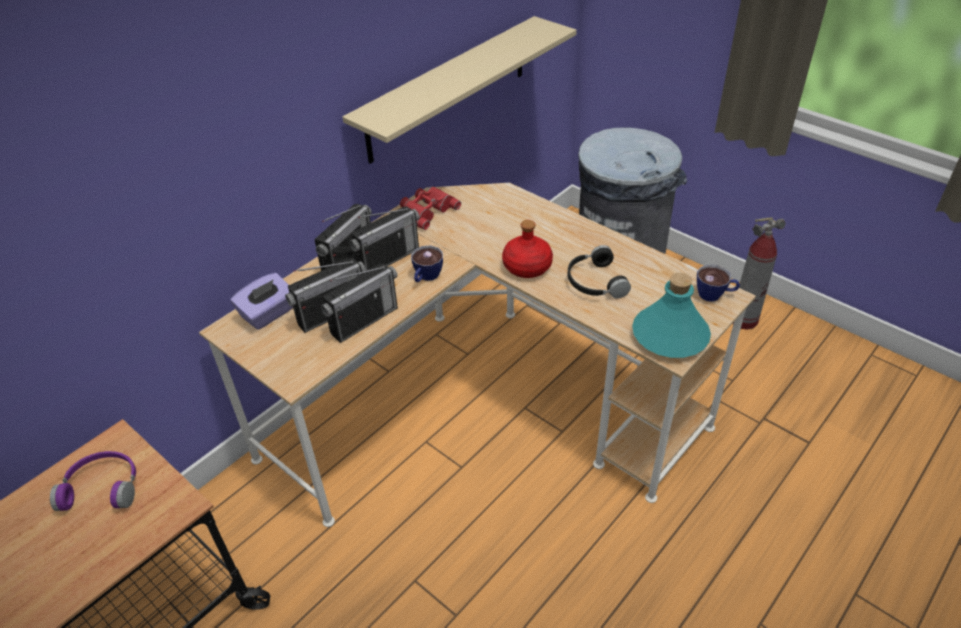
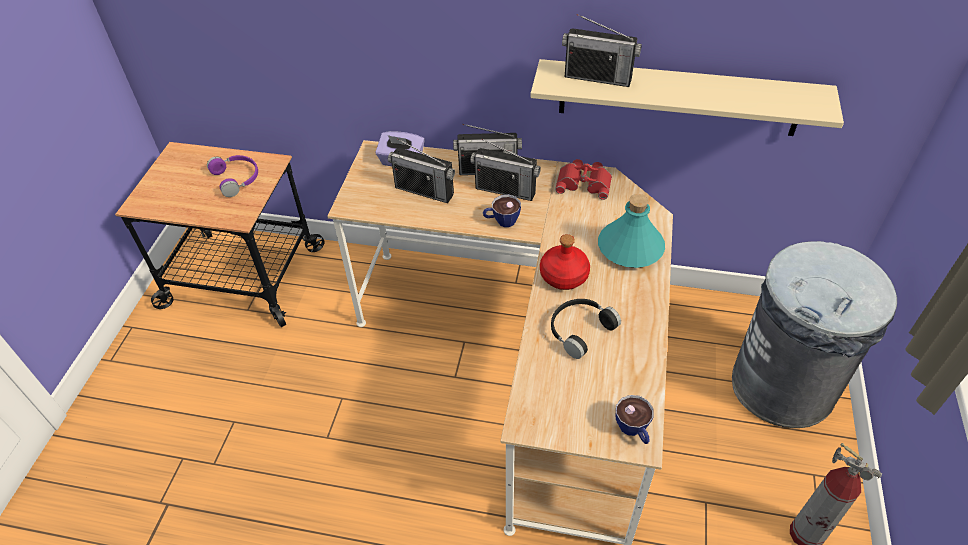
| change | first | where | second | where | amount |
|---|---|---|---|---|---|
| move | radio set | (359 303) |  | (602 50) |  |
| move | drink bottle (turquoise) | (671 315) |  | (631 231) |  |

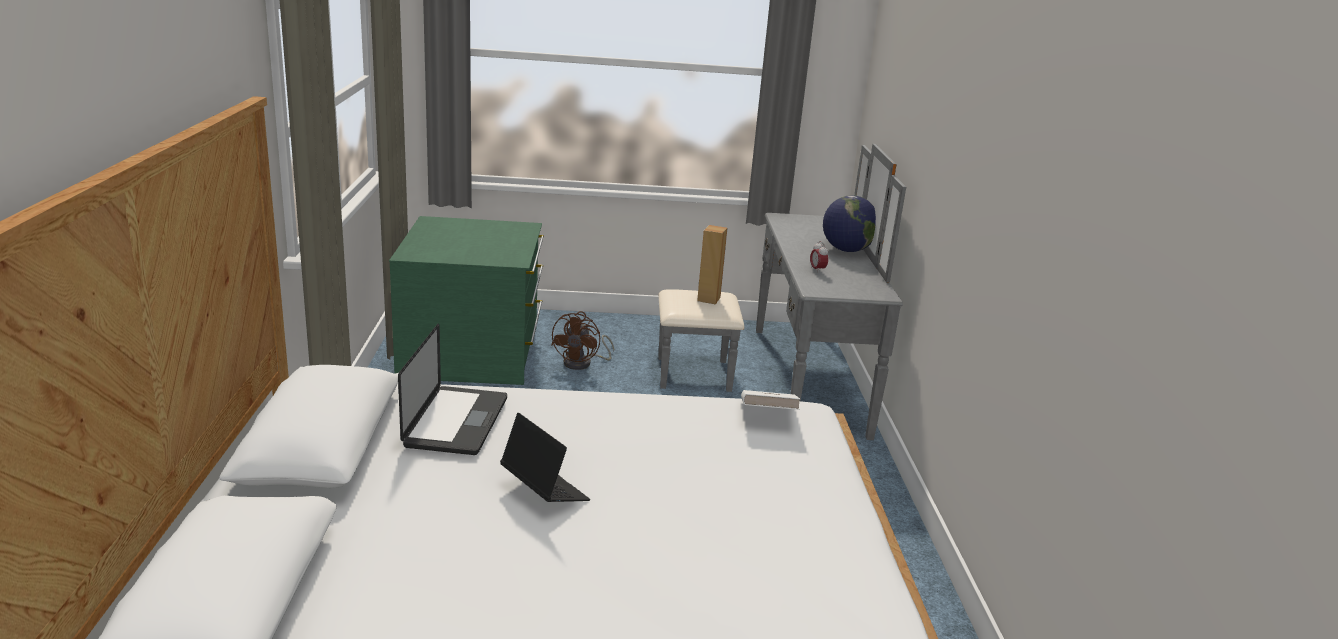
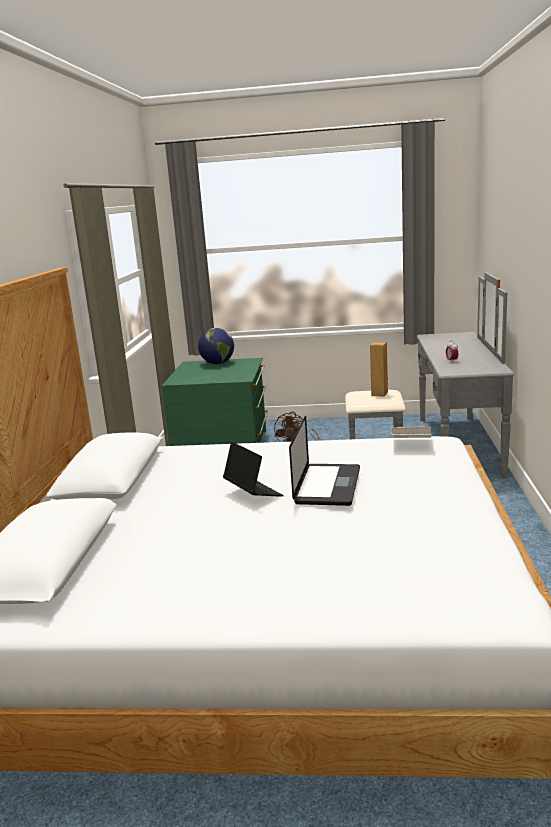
| change | first | where | second | where | amount |
|---|---|---|---|---|---|
| move | world globe | (849 223) |  | (216 346) |  |
| move | laptop | (452 389) |  | (324 461) |  |

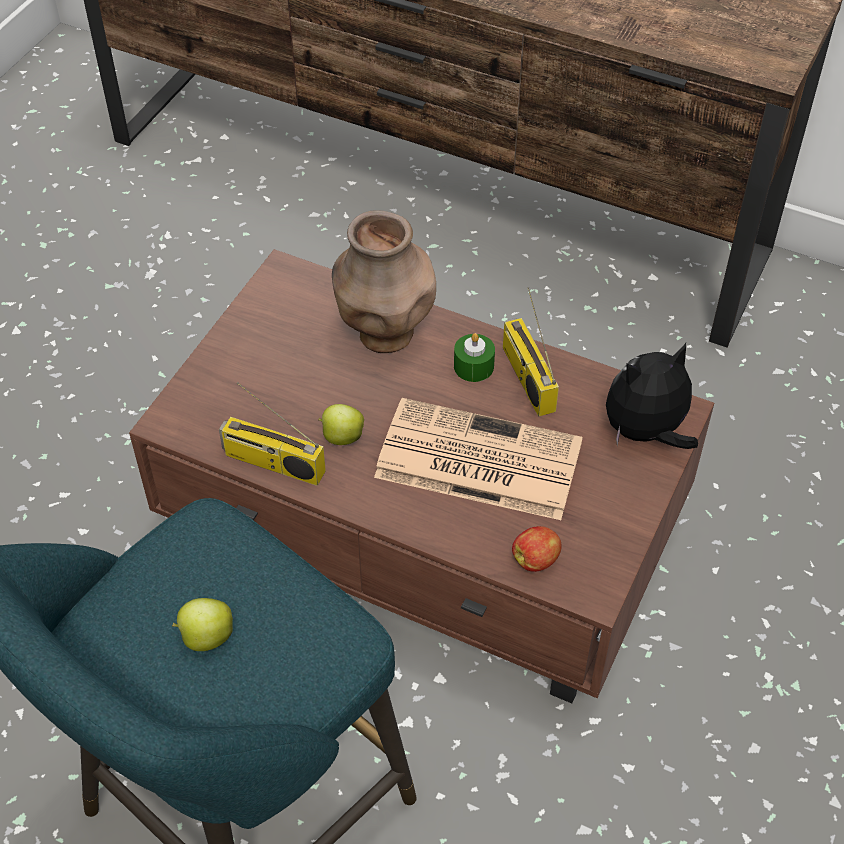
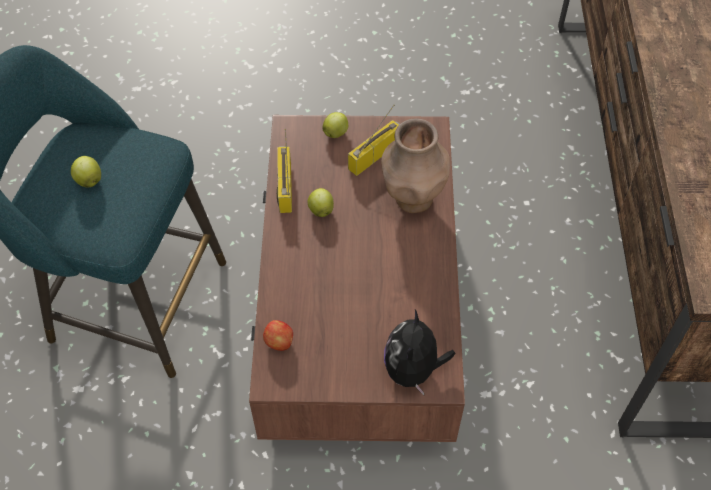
| change | first | where | second | where | amount |
|---|---|---|---|---|---|
| insert |  |  | apple | (335 125) |  |
| move | radio set | (531 352) |  | (373 140) |  |
| rotate | plush toy | (652 396) |  | (420 352) | 120 degrees counterclockwise |
| delete | daily paper | (478 459) |  |  |  |
| delete | wax light (greenish) | (474 357) |  |  |  |

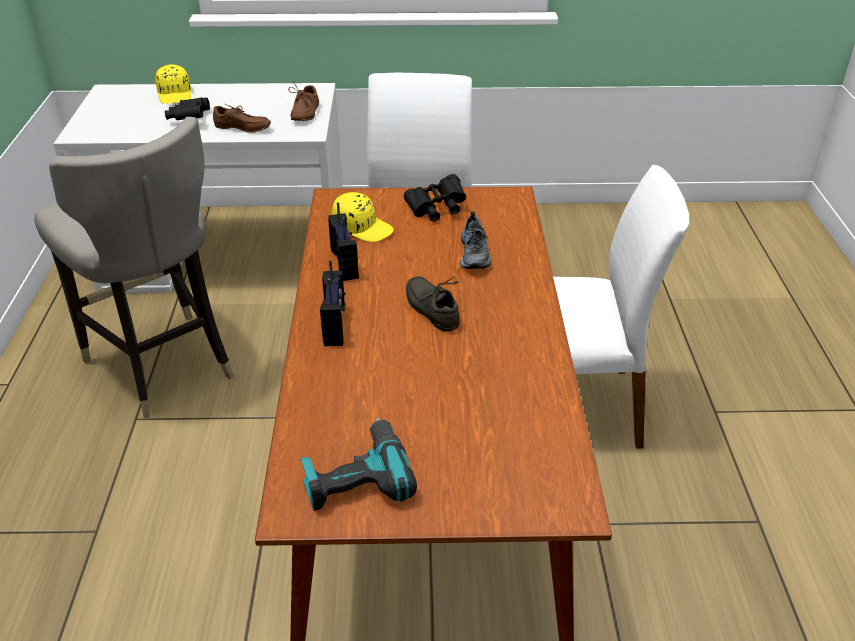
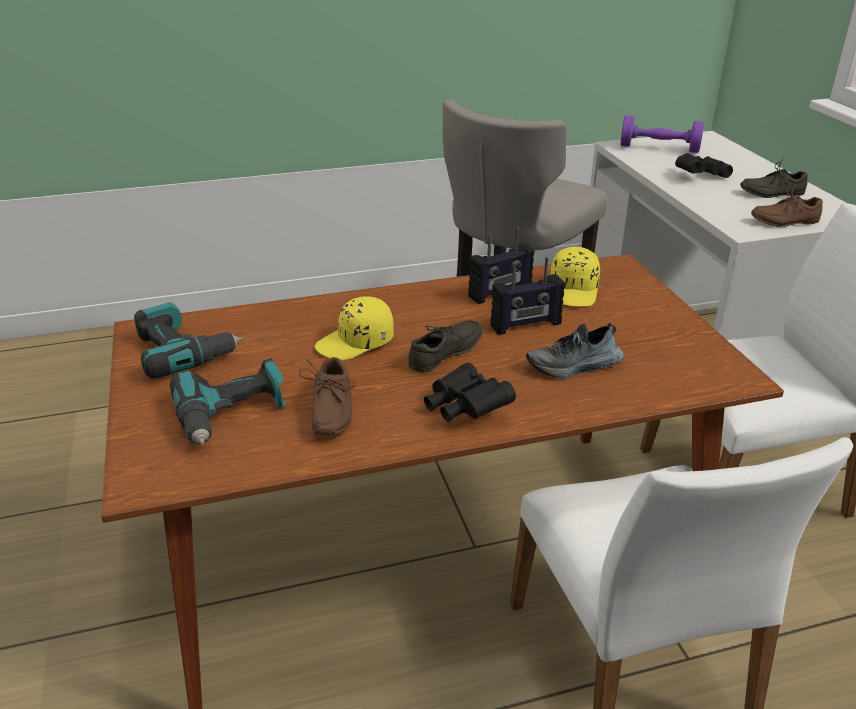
| change | first | where | second | where | amount |
|---|---|---|---|---|---|
| insert |  |  | electric drill | (228 401) |  |
| move | low shoe (brown-coloured) | (242 118) |  | (327 396) |  |
| move | peaked cap (yellow-coloured) | (173 84) |  | (354 328) |  |
| move | field glasses (black) | (435 198) |  | (470 392) |  |
| move | radio set | (332 303) |  | (528 296) |  |
| insert |  |  | free weight (purple) | (662 134) |  |
| insert |  |  | low shoe (greyish) | (774 178) |  |

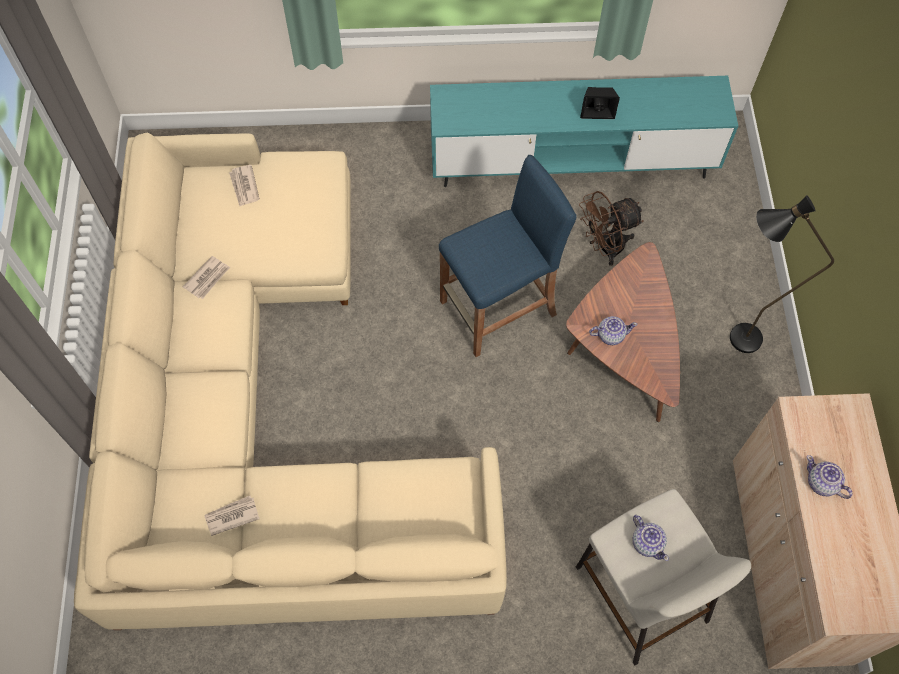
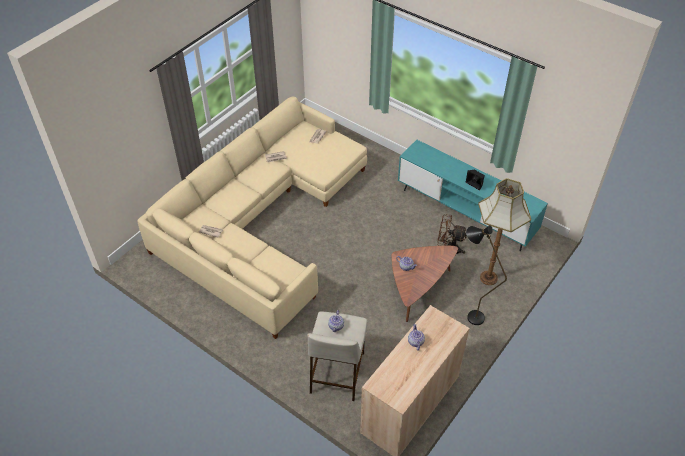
| change | first | where | second | where | amount |
|---|---|---|---|---|---|
| insert |  |  | floor lamp | (504 231) |  |
| delete | stool (bluish) | (508 256) |  |  |  |

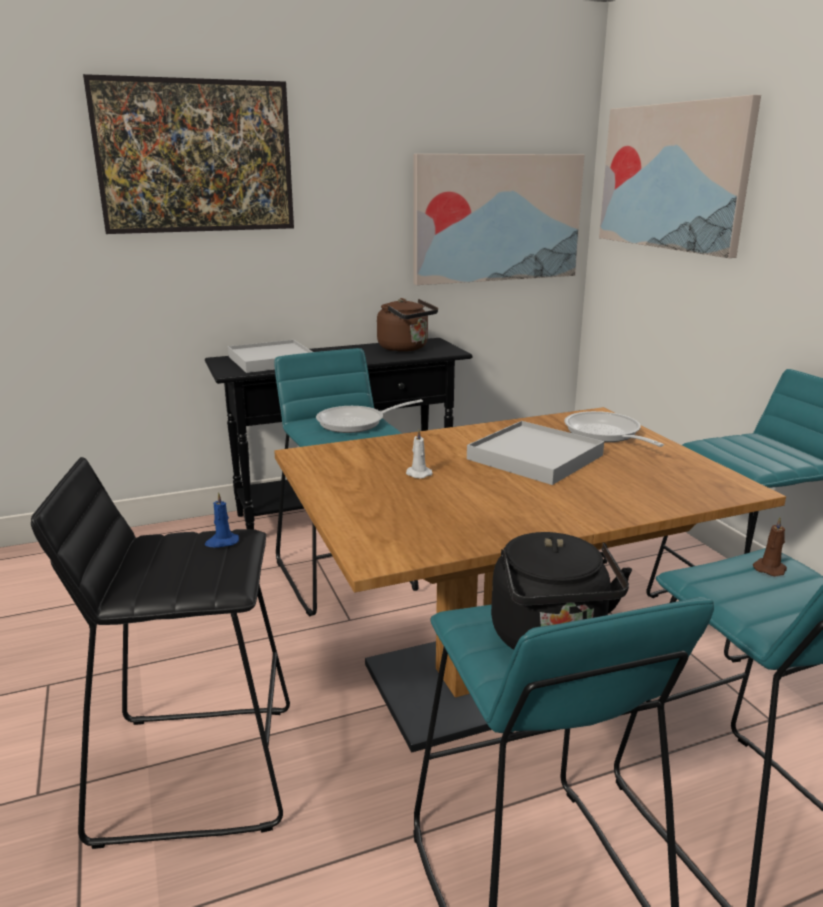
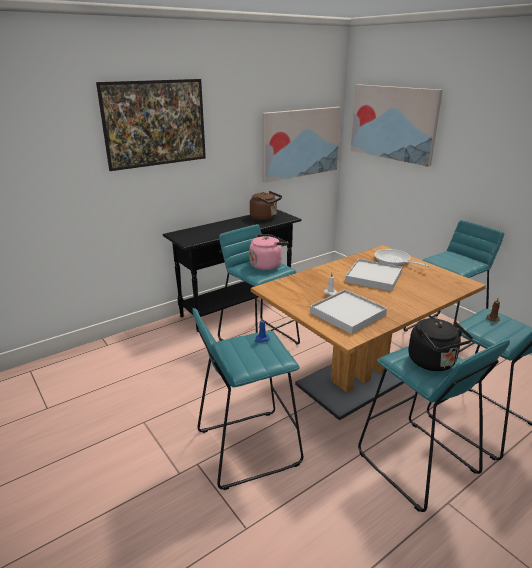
| change | first | where | second | where | amount |
|---|---|---|---|---|---|
| recolor | stool (black) | (160 653) | stool (turquoise) | (247 399) |  |
| replace | frying pan | (369 416) | water kettle (pinkish) | (268 252) |  |
| move | carrying tray (white) | (270 356) |  | (348 312) |  |

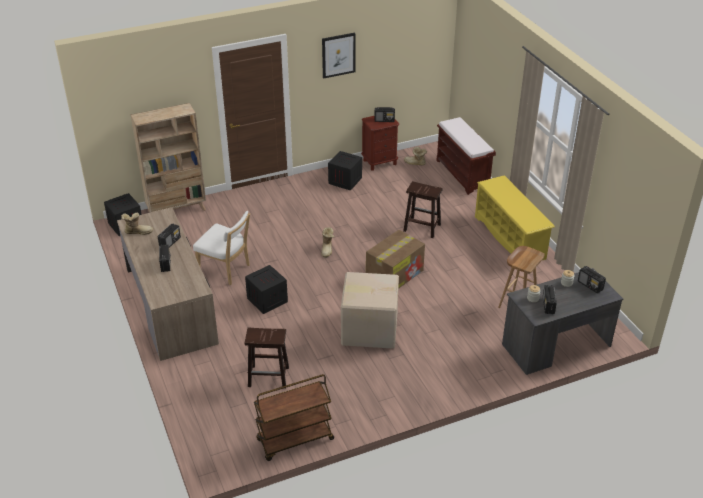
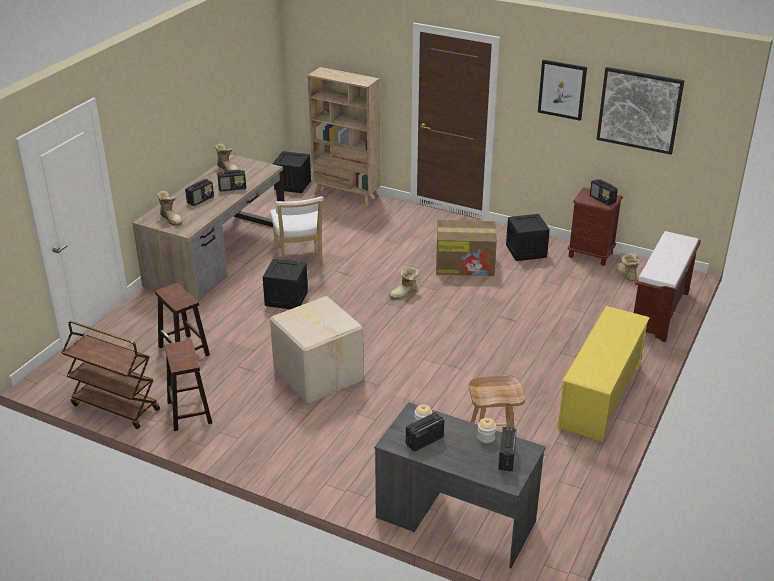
| change | first | where | second | where | amount |
|---|---|---|---|---|---|
| insert |  |  | high-top boot | (170 208) |  |
| move | stool (brown-coloured) | (423 209) |  | (188 385) |  |
| move | carton | (395 259) |  | (466 248) |  |
| insert |  |  | wall art | (640 111) |  |

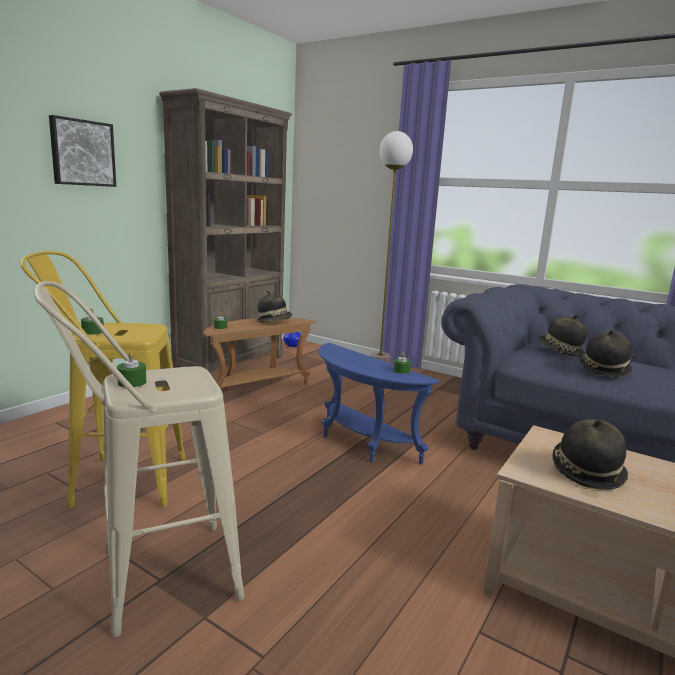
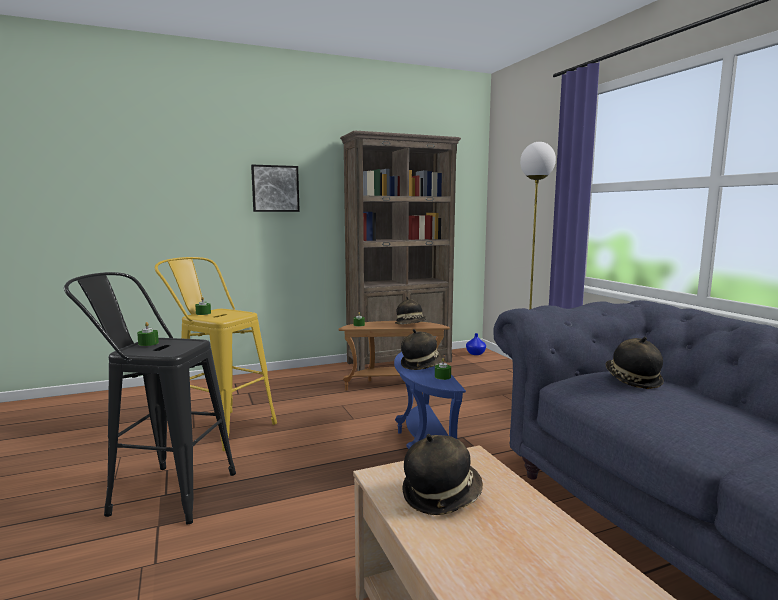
| change | first | where | second | where | amount |
|---|---|---|---|---|---|
| recolor | stool (beige-coloured) | (139 459) | stool (black) | (150 398) |  |
| move | clothing hat | (606 353) |  | (423 349) |  |

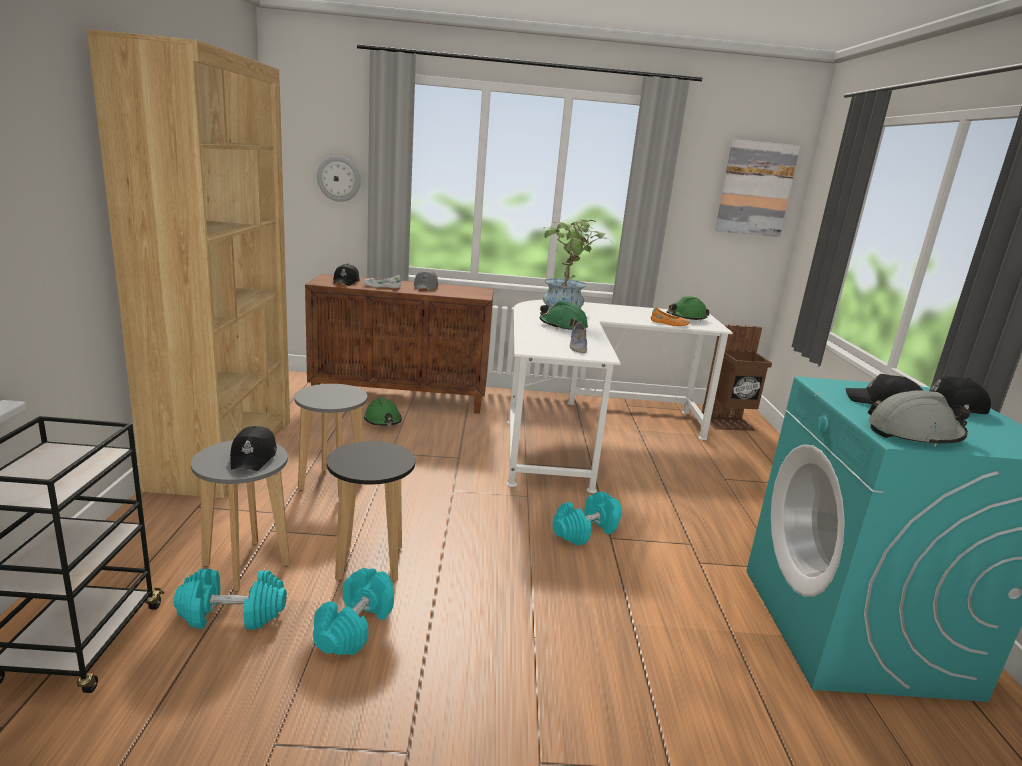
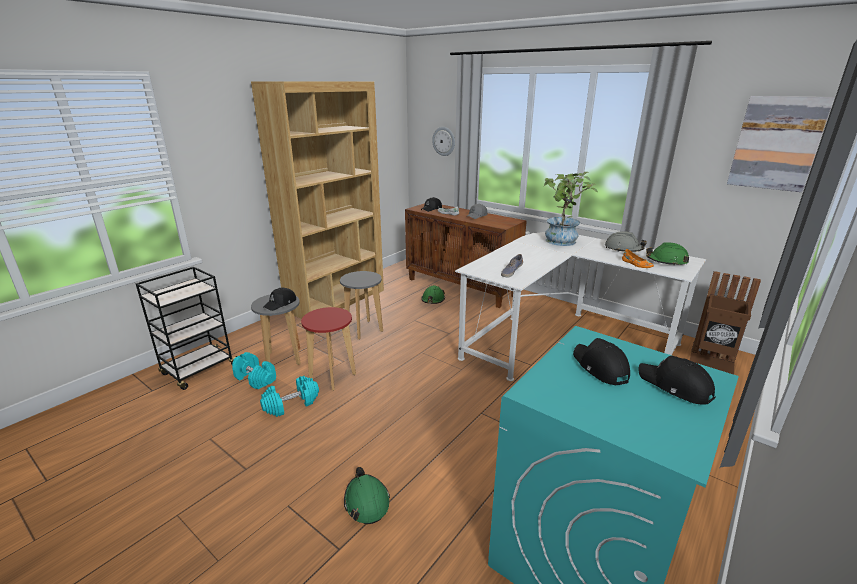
| change | first | where | second | where | amount |
|---|---|---|---|---|---|
| recolor | stool (black) | (371 511) | stool (red-coloured) | (328 349) |  |
| move | work helmet (greenish) | (564 315) |  | (367 495) |  |
| move | work helmet (greyish) | (919 418) |  | (626 241) |  |
| delete | free weight (turquoise) | (587 518) |  |  |  |

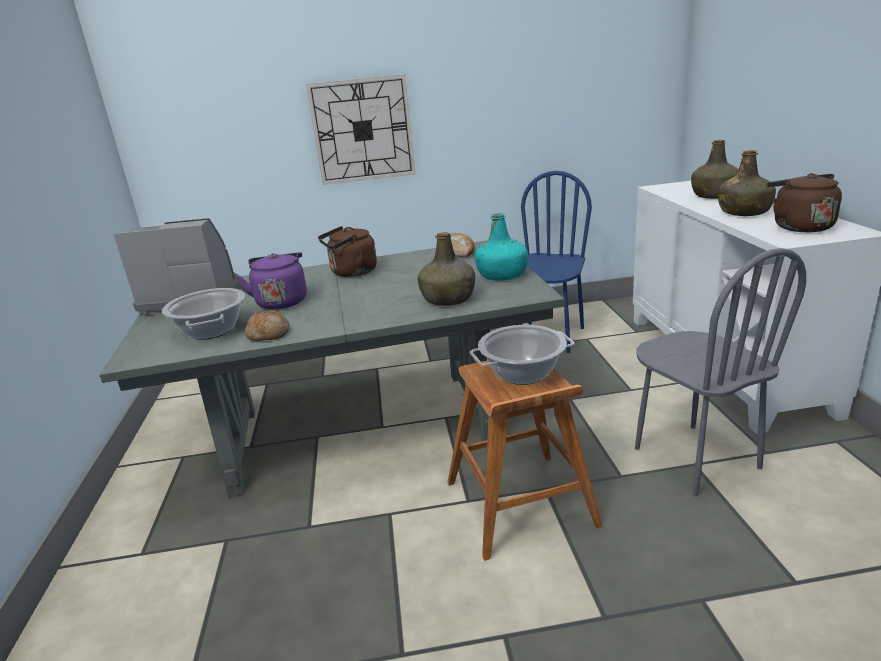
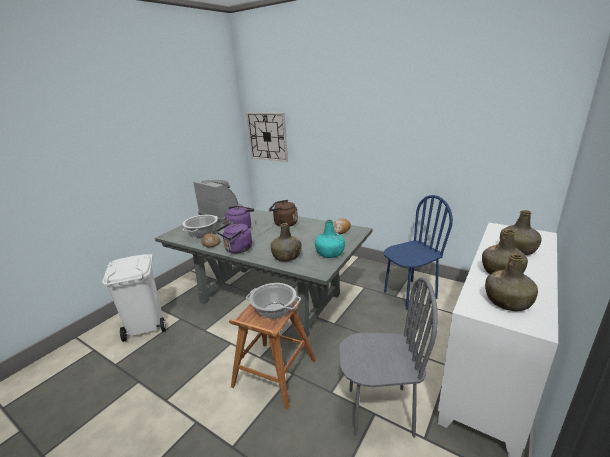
| change | first | where | second | where | amount |
|---|---|---|---|---|---|
| insert |  |  | waste bin (white) | (134 298) |  |
| insert |  |  | water kettle (purple) | (234 238) |  |
| move | clock on the wall | (361 129) |  | (267 137) |  |
| rotate | chair (greyish) | (720 372) |  | (388 357) | 105 degrees counterclockwise |
| replace | water kettle (brown-coloured) | (804 202) | drink bottle (greenish) | (511 282) |  |

